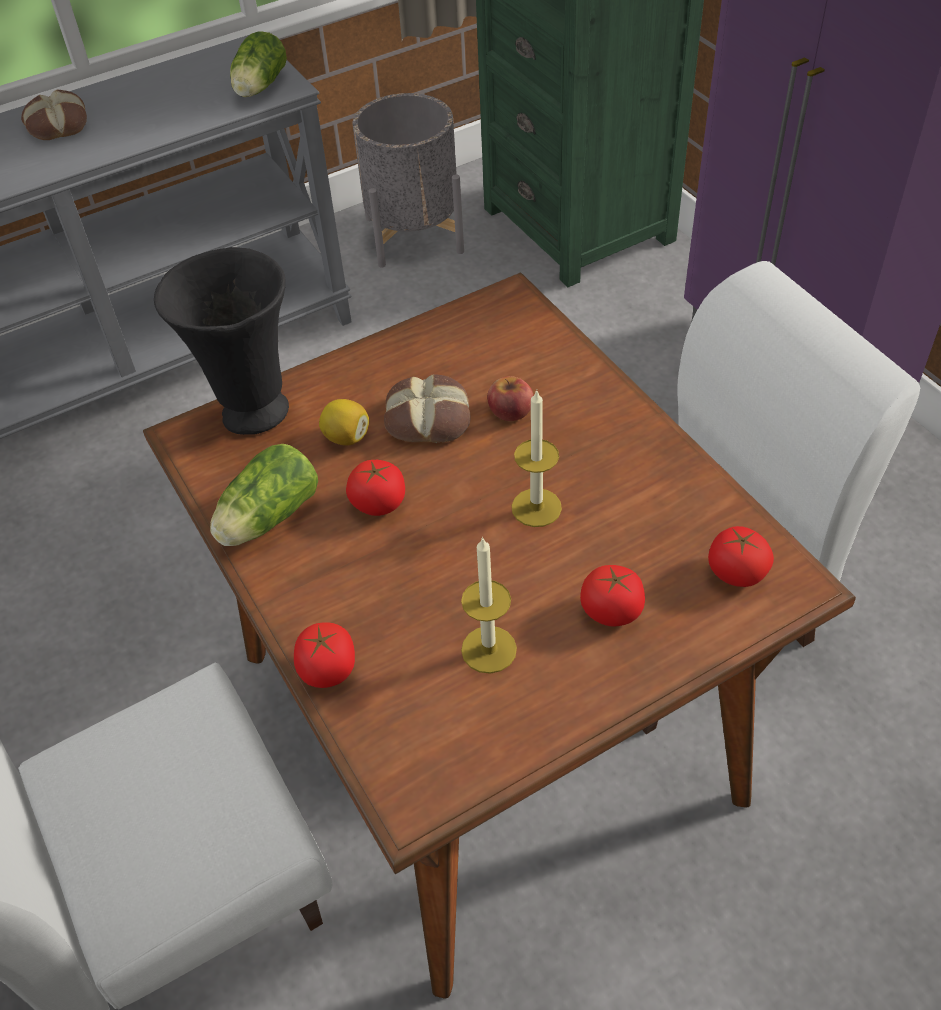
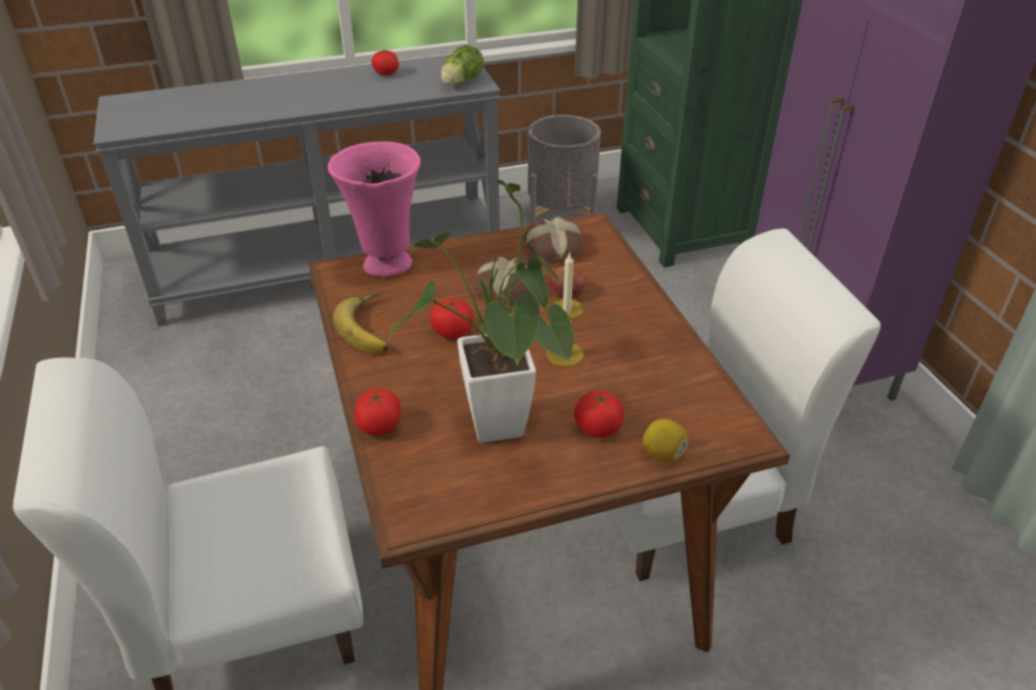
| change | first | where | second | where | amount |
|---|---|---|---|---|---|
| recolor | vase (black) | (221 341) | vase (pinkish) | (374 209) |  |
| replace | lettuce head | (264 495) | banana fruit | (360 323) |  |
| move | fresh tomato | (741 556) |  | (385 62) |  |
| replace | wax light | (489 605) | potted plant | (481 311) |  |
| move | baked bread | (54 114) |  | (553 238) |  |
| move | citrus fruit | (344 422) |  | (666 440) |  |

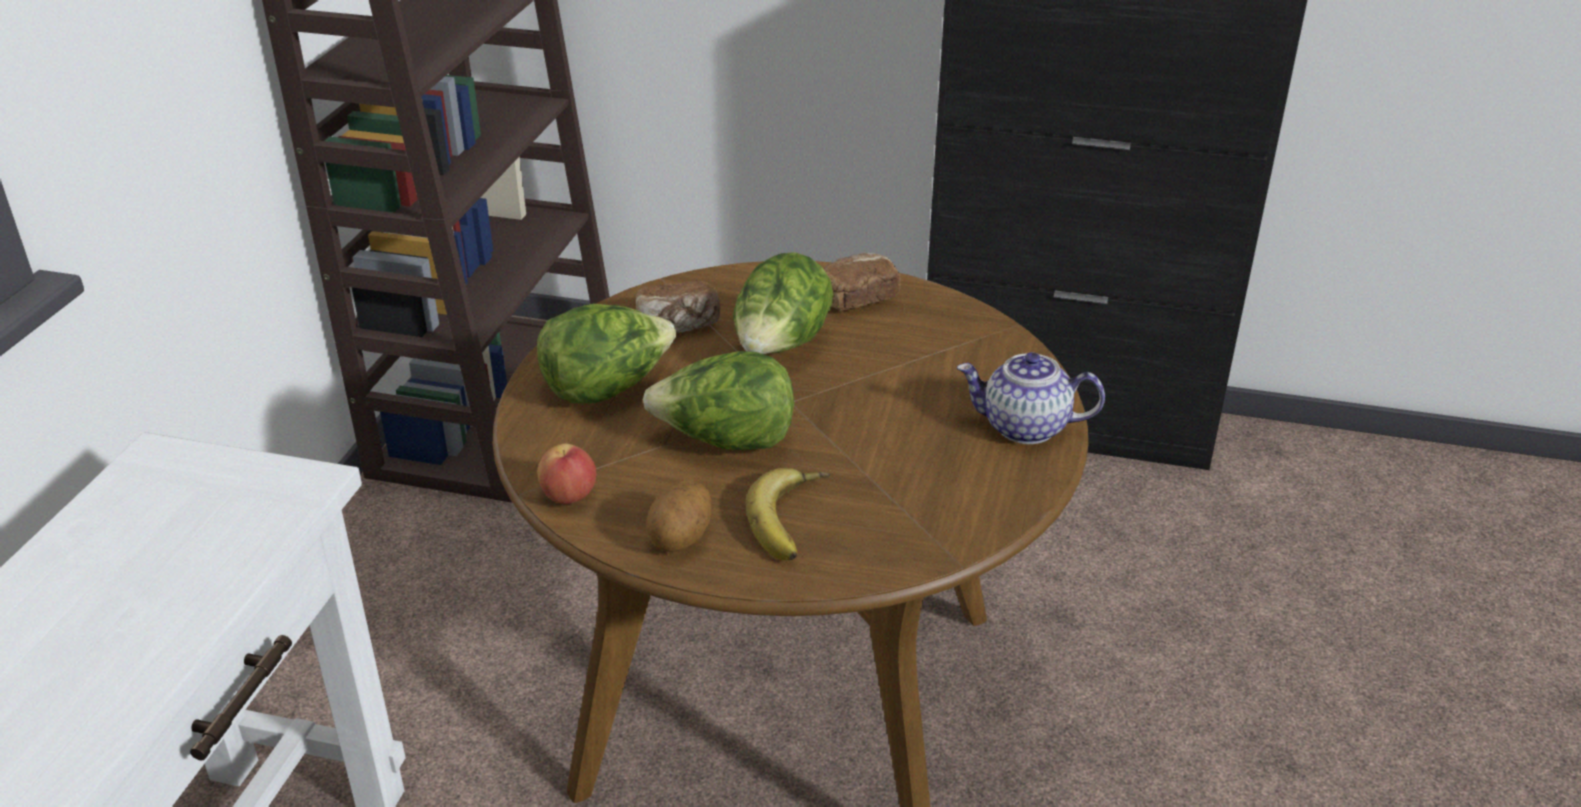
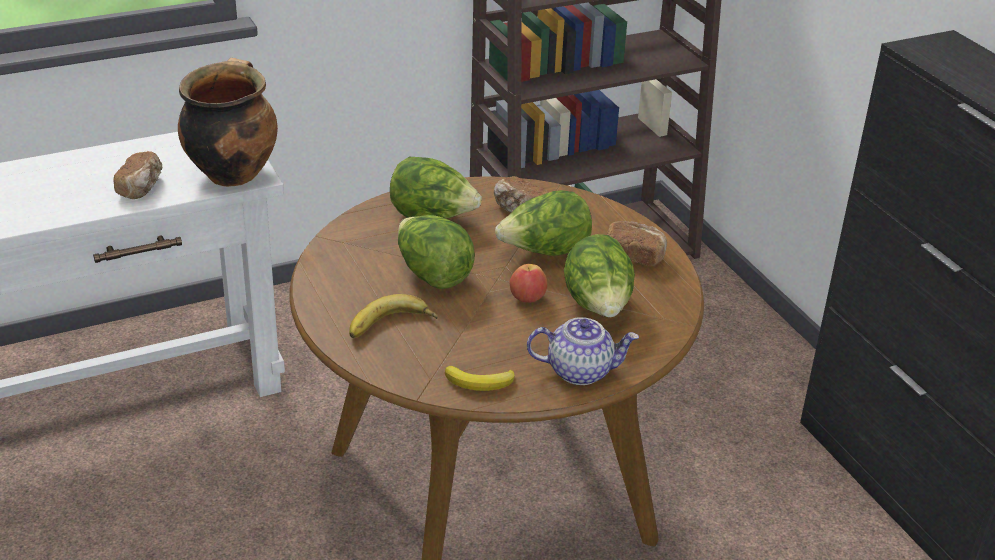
| change | first | where | second | where | amount |
|---|---|---|---|---|---|
| insert |  |  | baked bread | (137 175) |  |
| insert |  |  | stockpot | (228 122) |  |
| insert |  |  | banana fruit | (480 378) |  |
| move | apple | (566 474) |  | (528 283) |  |
| rotate | teapot | (1031 398) |  | (583 351) | 120 degrees clockwise |
| insert |  |  | lettuce head | (599 275) |  |
| delete | spud | (679 516) |  |  |  |

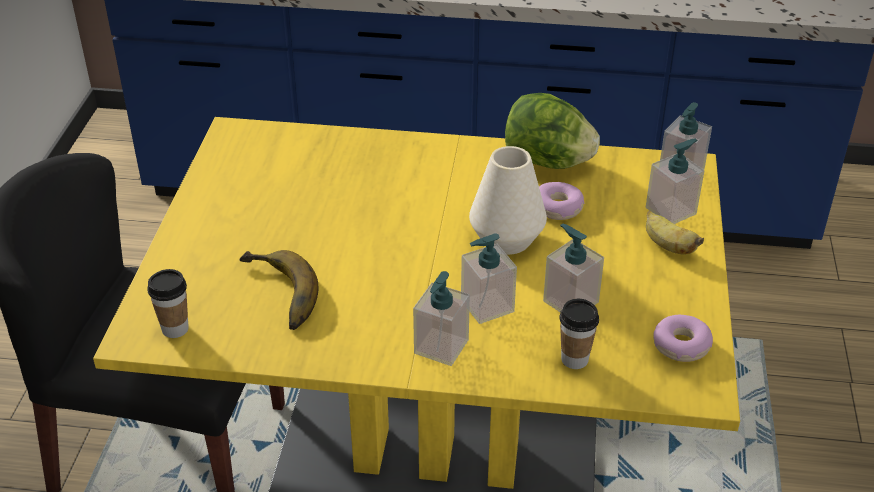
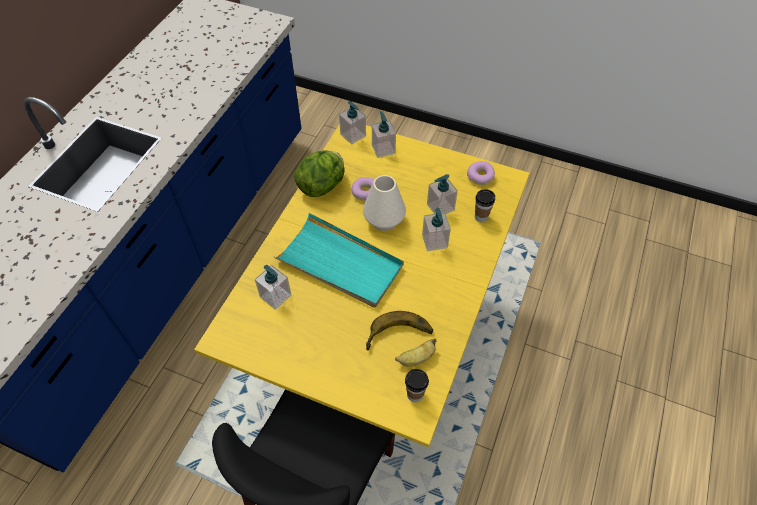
| change | first | where | second | where | amount |
|---|---|---|---|---|---|
| move | liquid soap bottle | (441 318) |  | (273 287) |  |
| insert |  |  | carrying tray (turquoise) | (339 260) |  |
| move | banana fruit | (675 232) |  | (416 352) |  |

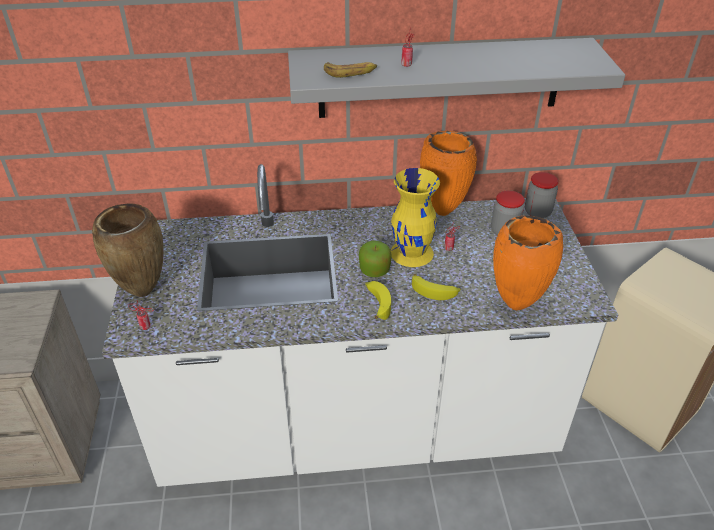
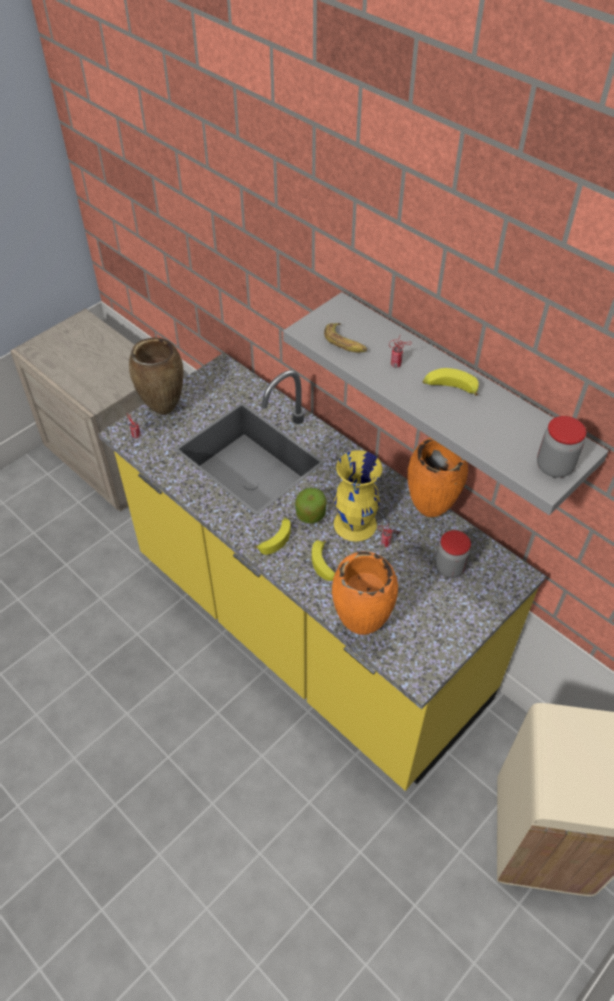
| change | first | where | second | where | amount |
|---|---|---|---|---|---|
| recolor | counter (white) | (360 325) | counter (yellow-coloured) | (322 572) |  |
| insert |  |  | banana fruit | (451 382) |  |
| move | preserve jar | (542 195) |  | (561 447) |  |

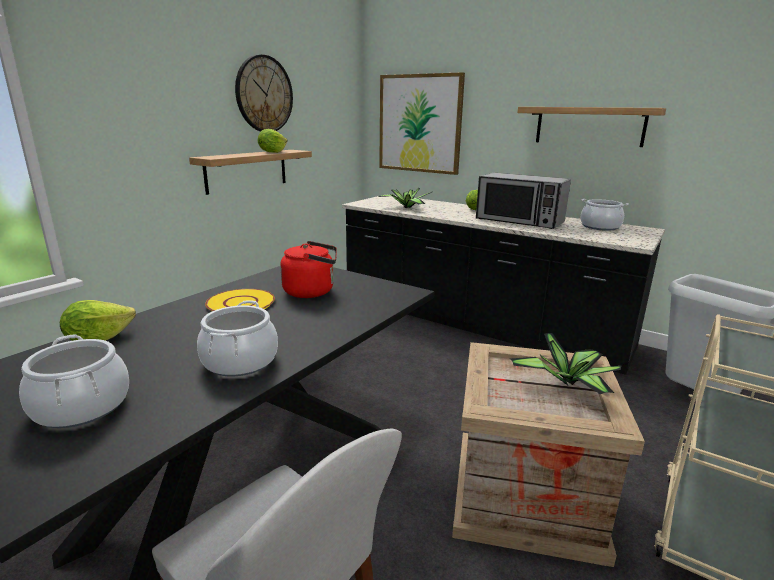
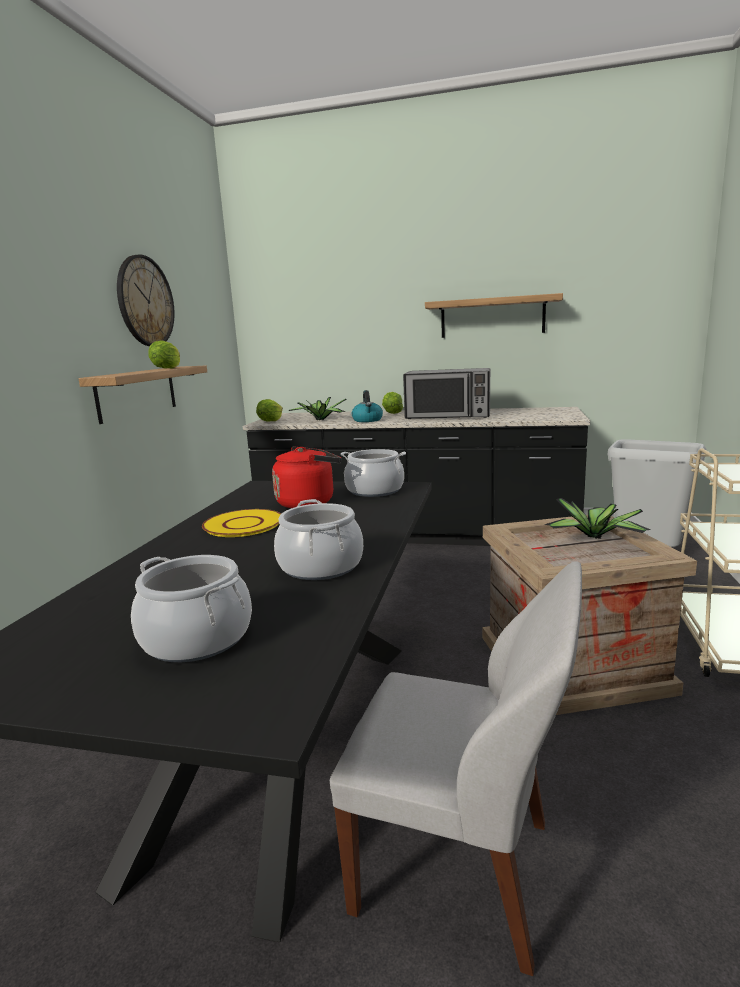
| change | first | where | second | where | amount |
|---|---|---|---|---|---|
| move | lettuce head | (98 320) |  | (269 410) |  |
| move | stockpot | (605 215) |  | (373 473) |  |
| insert |  |  | water kettle | (367 406) |  |
| delete | wall art | (422 123) |  |  |  |

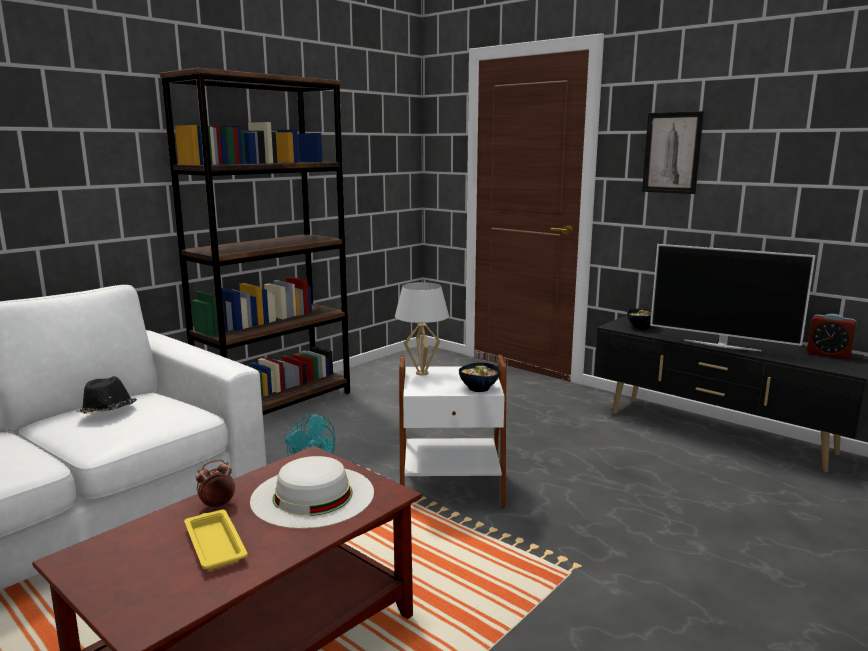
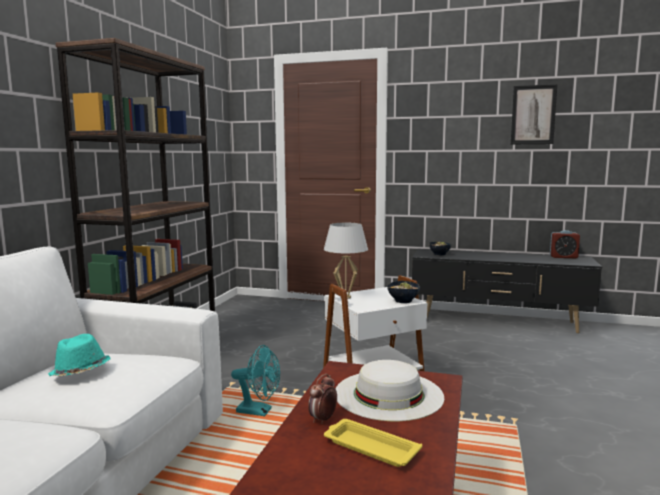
| change | first | where | second | where | amount |
|---|---|---|---|---|---|
| recolor | clothing hat (black) | (107 395) | clothing hat (turquoise) | (79 355) |  |
| move | wall art | (673 152) |  | (534 114) |  |
| delete | television | (732 297) |  |  |  |

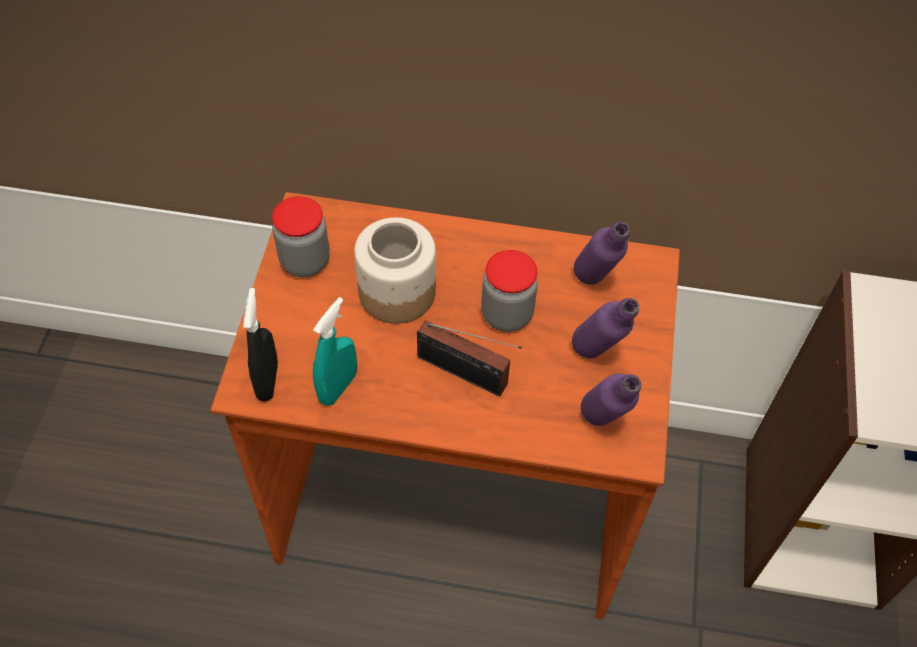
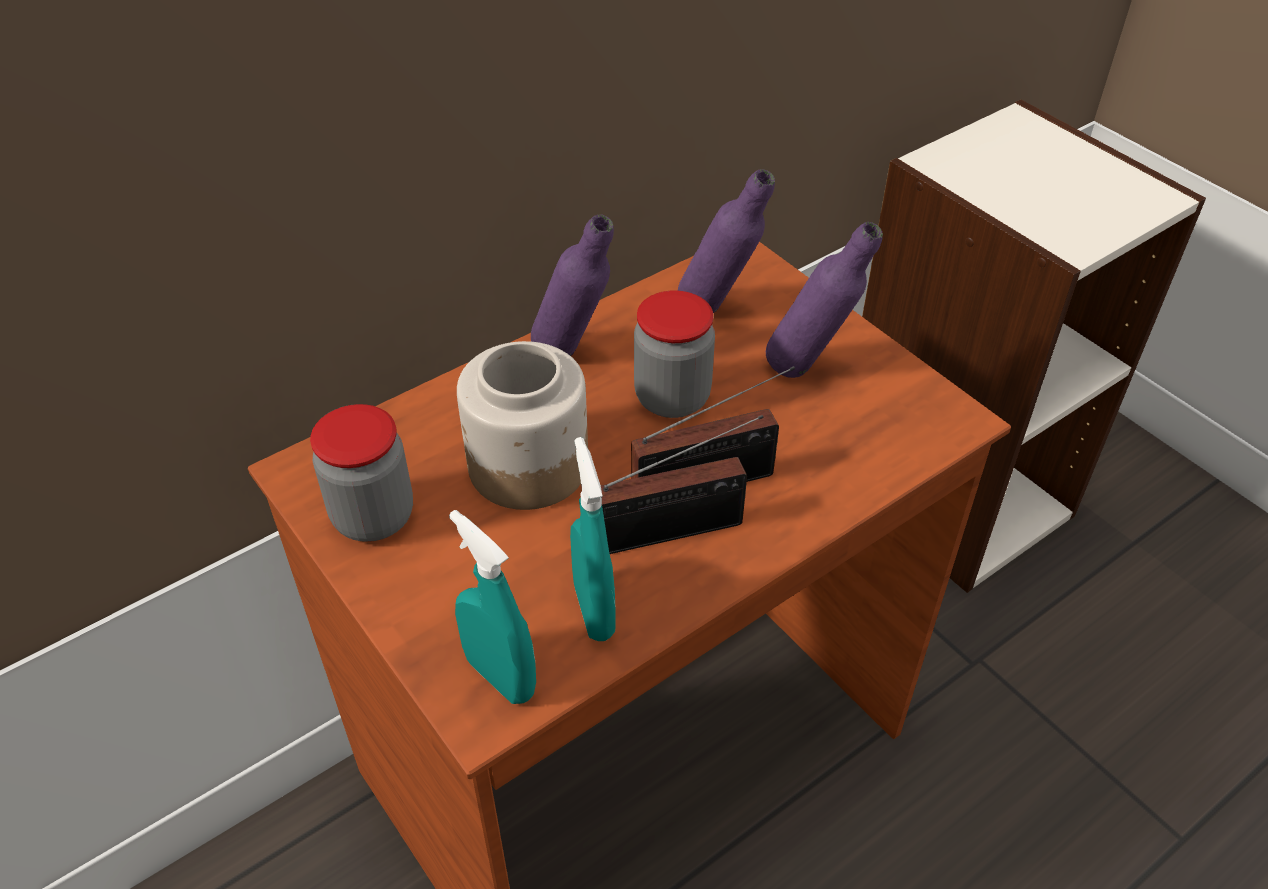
| change | first | where | second | where | amount |
|---|---|---|---|---|---|
| recolor | spray bottle (black) | (260 345) | spray bottle (turquoise) | (492 607) |  |
| move | drink bottle (purple) | (611 400) |  | (572 285) |  |
| insert |  |  | radio set | (682 484) |  |

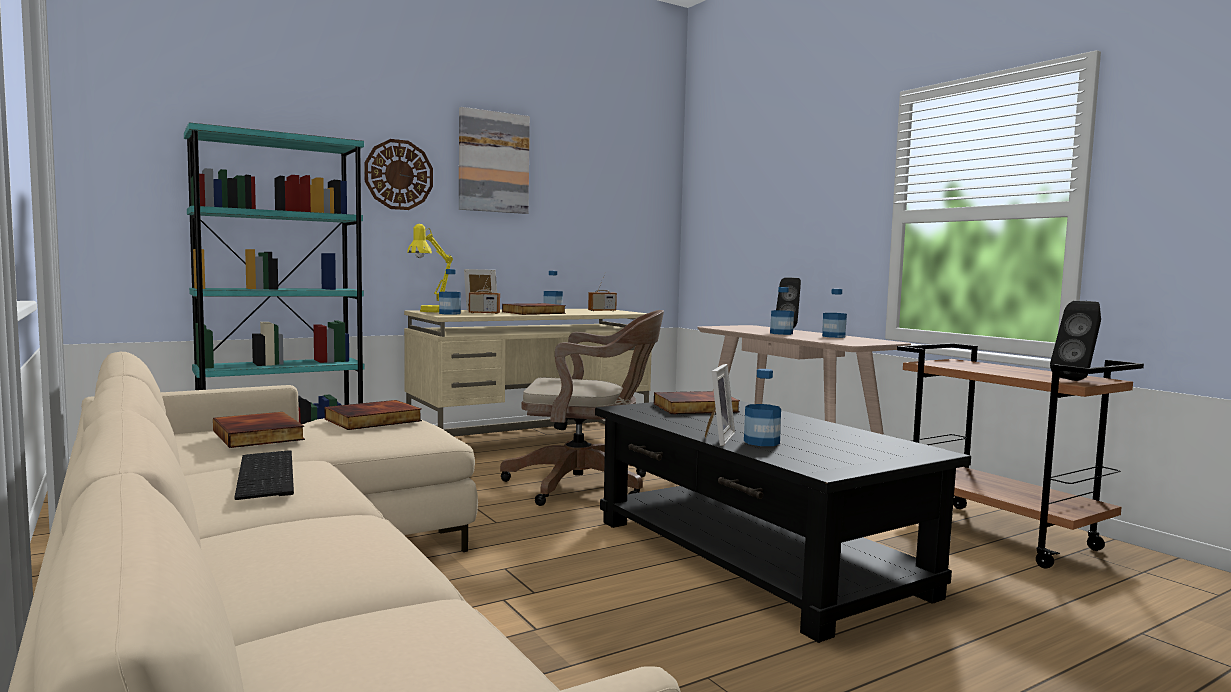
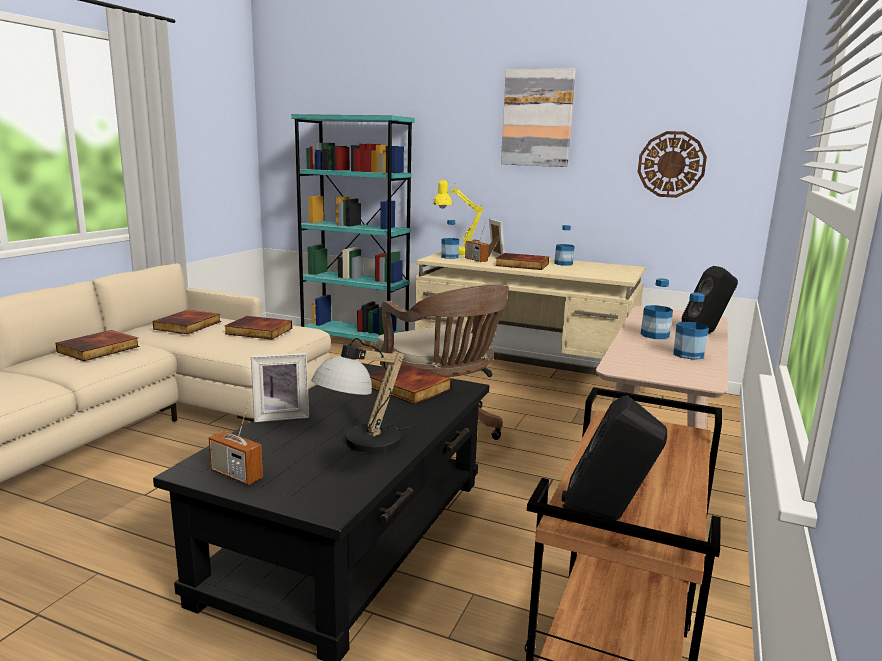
| change | first | where | second | where | amount |
|---|---|---|---|---|---|
| replace | keyboard | (264 475) | bound book | (97 345) |  |
| move | radio set | (602 291) |  | (236 442) |  |
| insert |  |  | lamp for a table | (360 396) |  |
| move | clock on the wall | (398 174) |  | (672 164) |  |
| delete | drink bottle | (762 407) |  |  |  |

